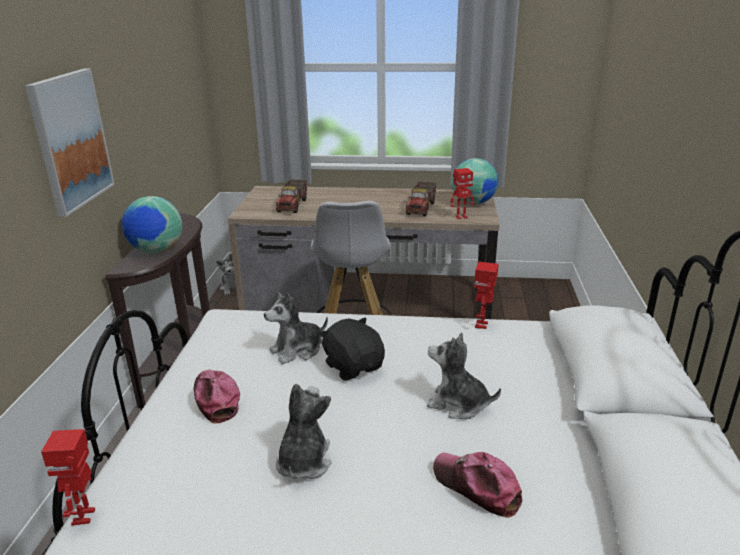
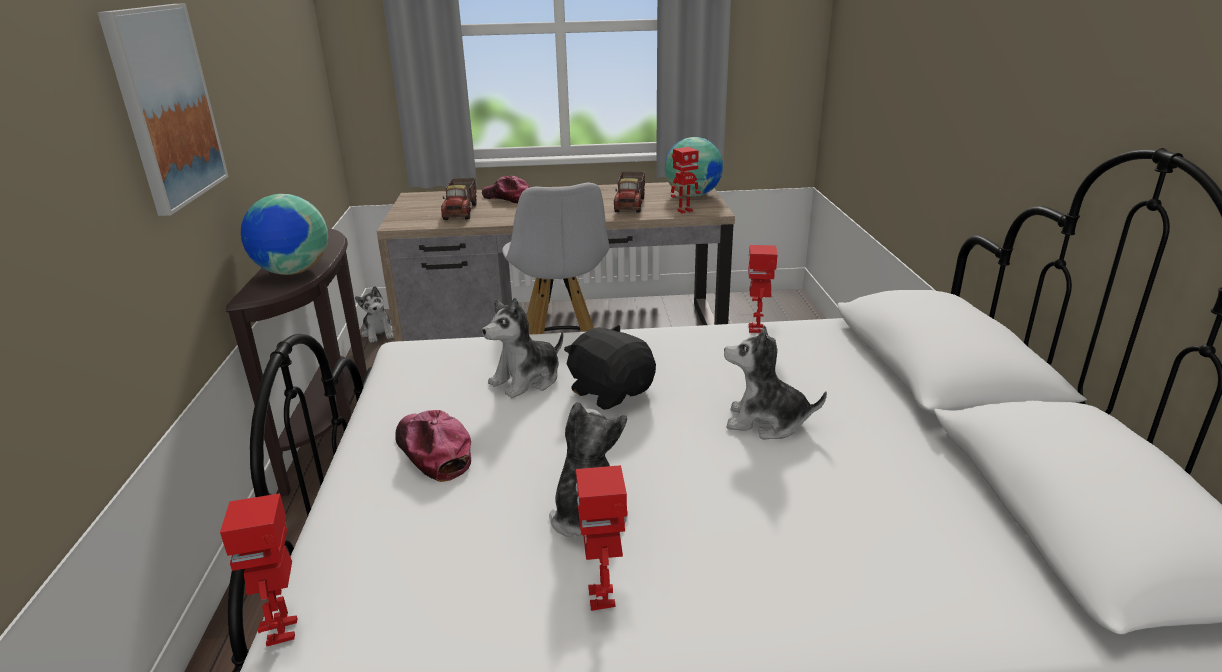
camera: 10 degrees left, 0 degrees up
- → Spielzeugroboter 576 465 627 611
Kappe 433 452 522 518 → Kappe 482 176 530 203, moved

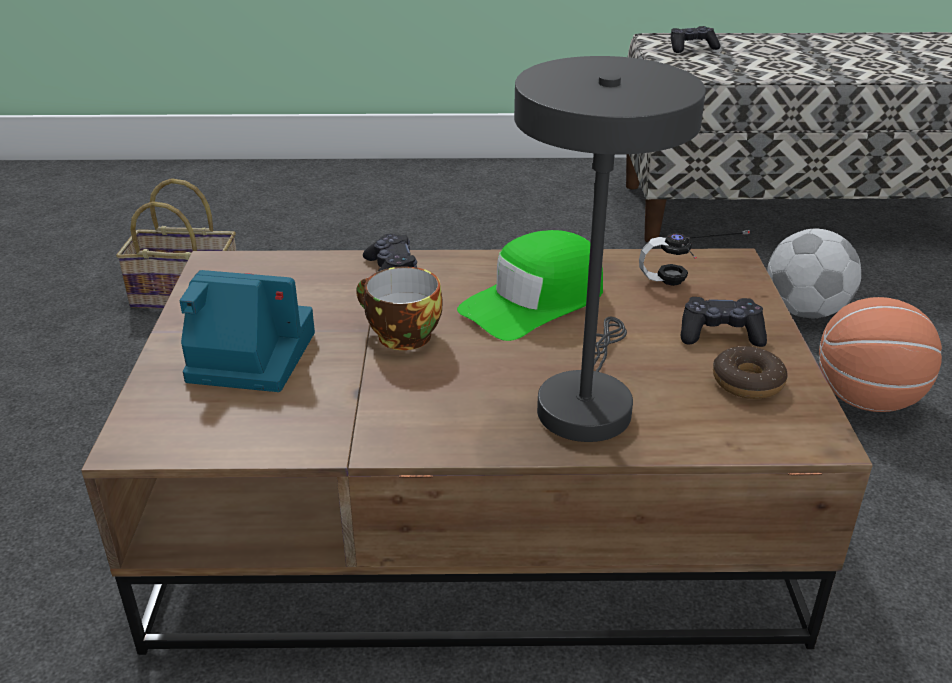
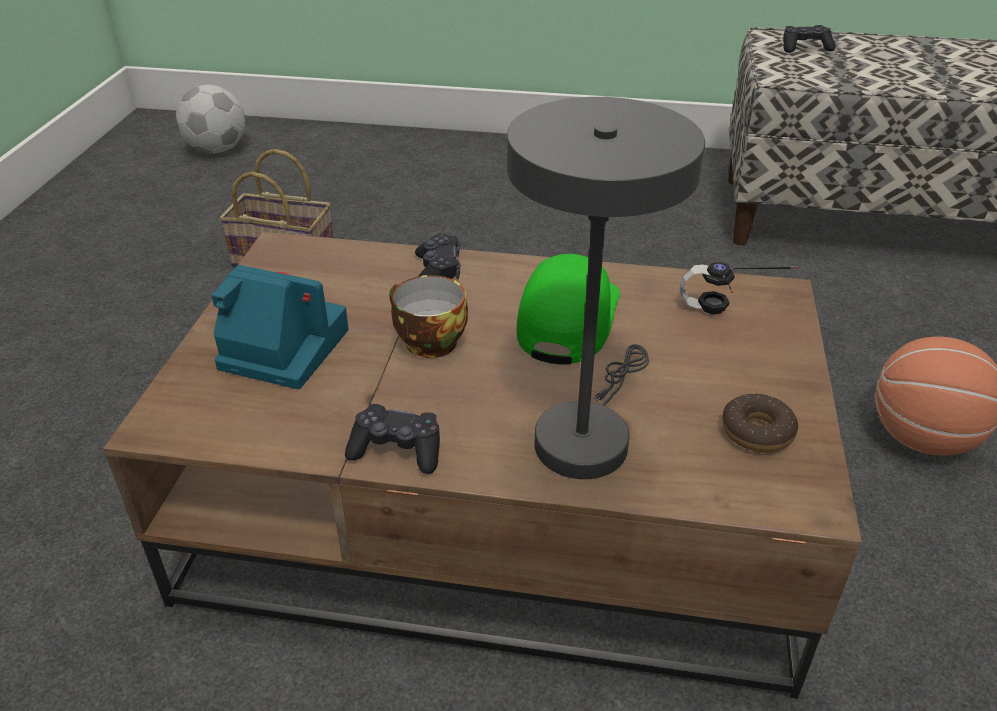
camera: 10 degrees right, 5 degrees up
Gamepad [schwarz] 681 297 767 347 → Gamepad [schwarz] 345 404 440 474, moved
Fußball 767 228 861 318 → Fußball 176 85 245 154, moved
Kappe [grün] 457 230 603 341 → Kappe [grün] 517 254 620 365, 135 degrees clockwise

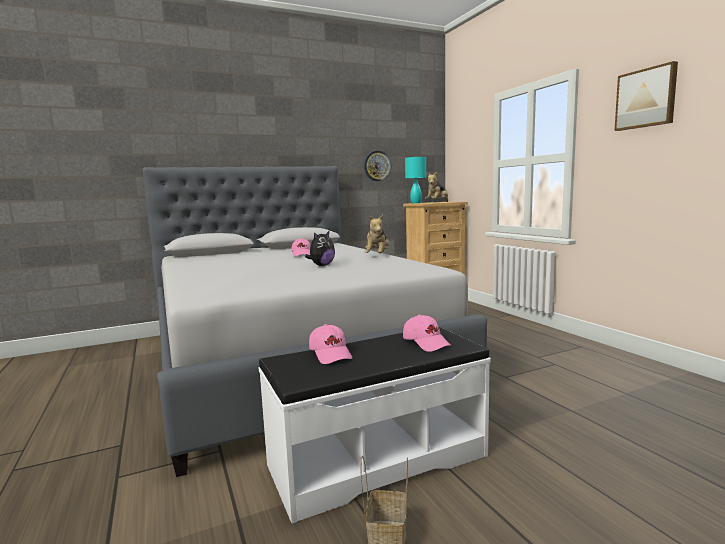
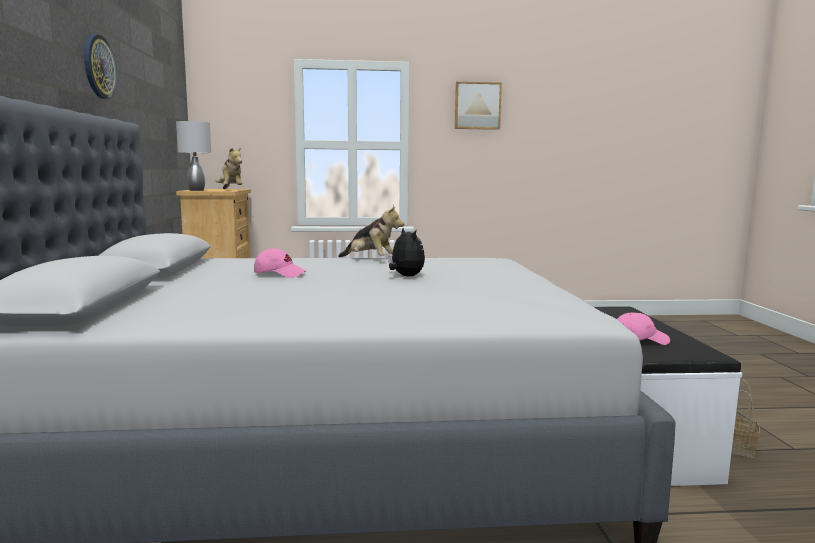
camera: 70 degrees left, 0 degrees up
Kappe [rosa] 403 315 451 352 → -
Wanduhr 364 151 391 181 → Wanduhr 84 34 117 99, moved
Tischlampe [türkis] 405 157 426 203 → Tischlampe [grau] 176 121 211 191

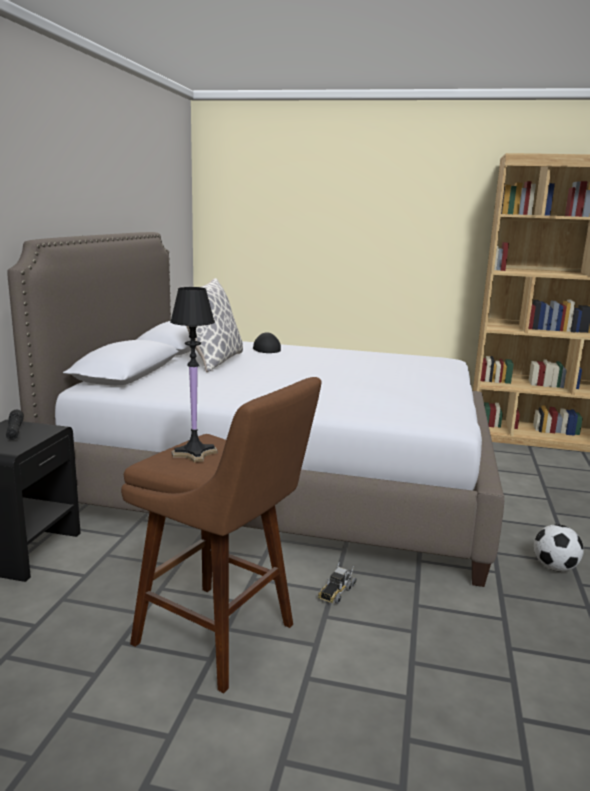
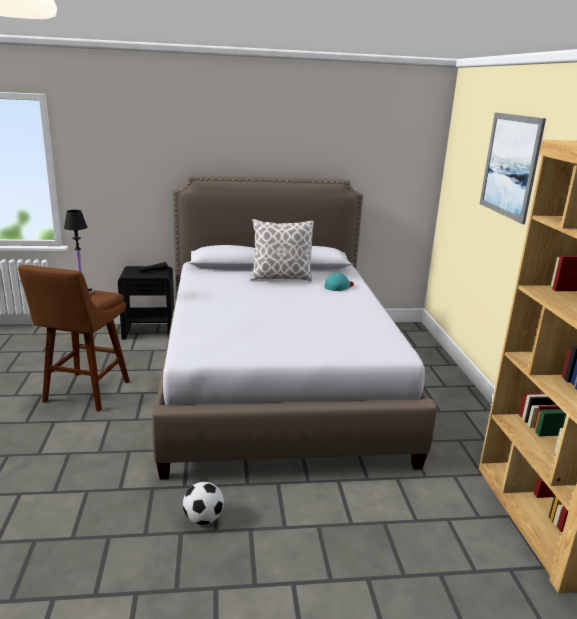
camera: 70 degrees right, 5 degrees up
Spielzeuglaster 318 562 357 604 → -
- → Bild 480 113 546 224
Kappe [schwarz] 253 332 281 353 → Kappe [türkis] 324 273 354 291

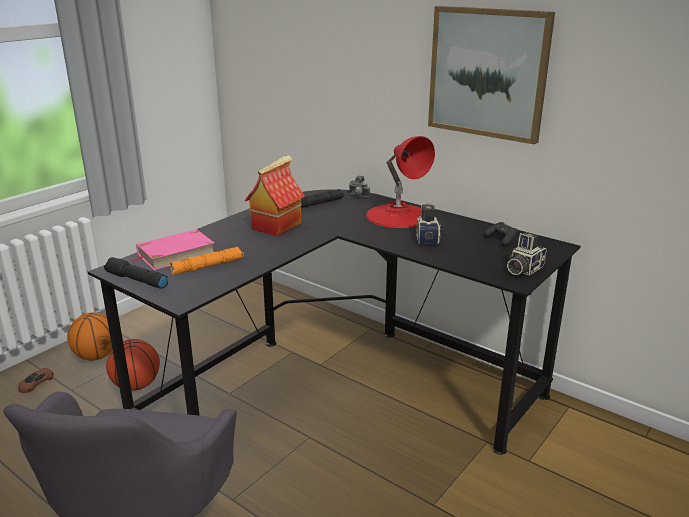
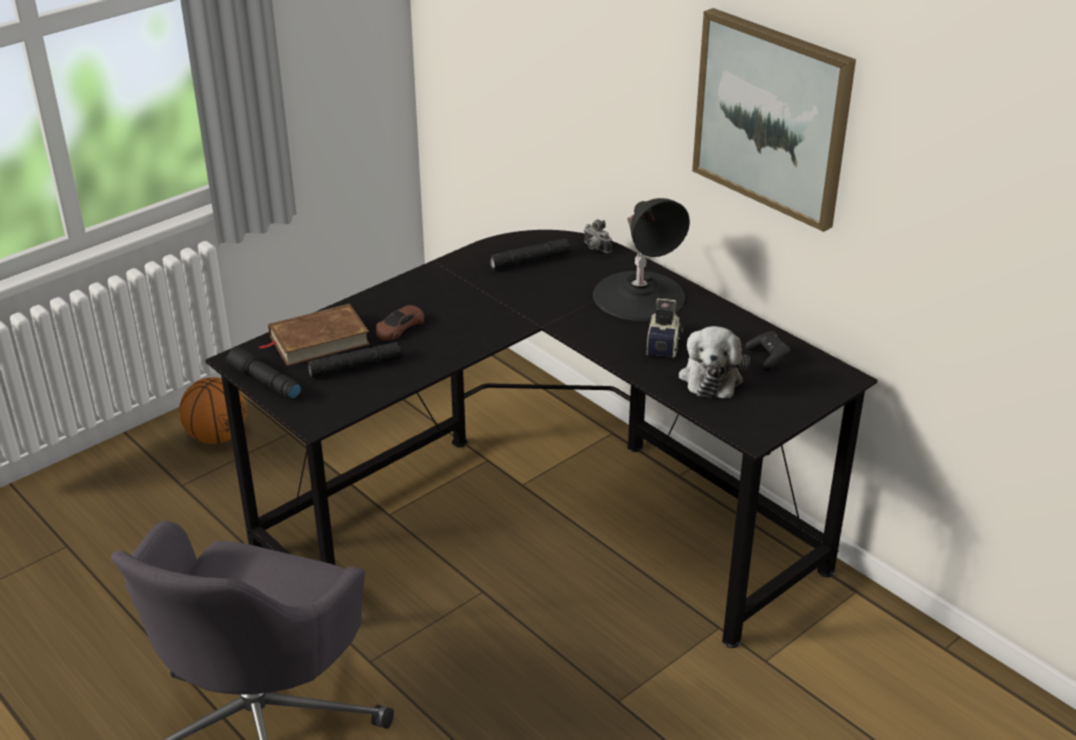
camera: 10 degrees right, 10 degrees up
Basketball 106 339 160 391 → -
Spielzeughaus 245 155 305 236 → -
Kamera 507 232 546 276 → -
- → Plüschtier 679 326 750 398
Spielzeugauto [braun] 18 368 54 393 → Spielzeugauto [braun] 376 305 424 341, moved
Buch [rosa] 131 229 214 270 → Buch [braun] 258 304 370 366
Taschenlampe [orange] 170 247 244 275 → Taschenlampe [schwarz] 307 342 404 377
Tischlampe [rot] 366 136 435 228 → Tischlampe [schwarz] 593 198 690 321

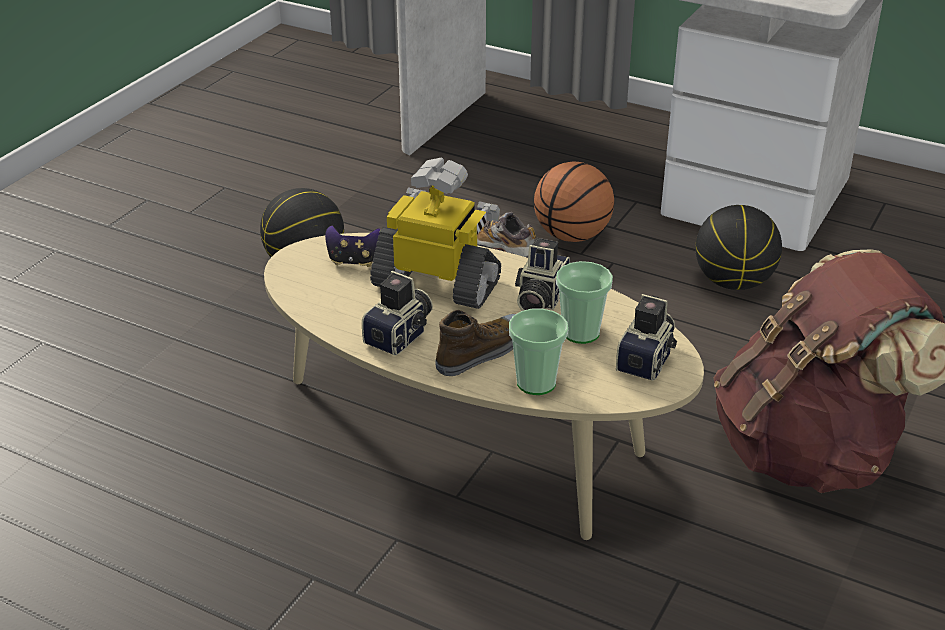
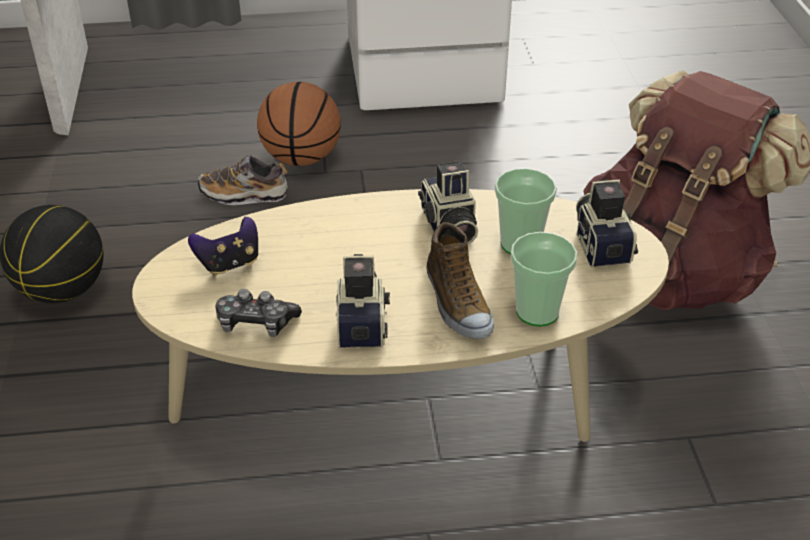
camera: 35 degrees left, 5 degrees up
Spielzeugroboter 370 158 501 309 → -
Basketball 695 205 782 290 → -
- → Gamepad 215 289 302 337
Schuh 436 310 516 376 → Schuh 427 222 494 339, 150 degrees clockwise

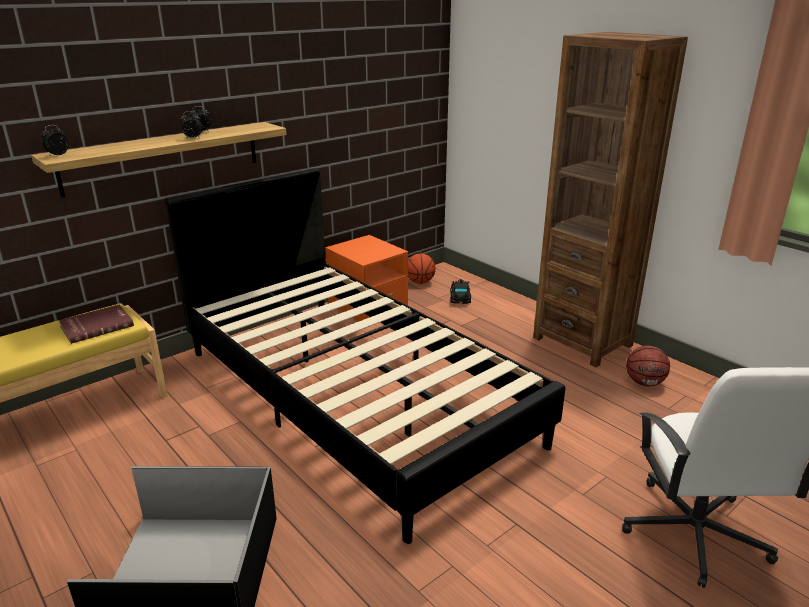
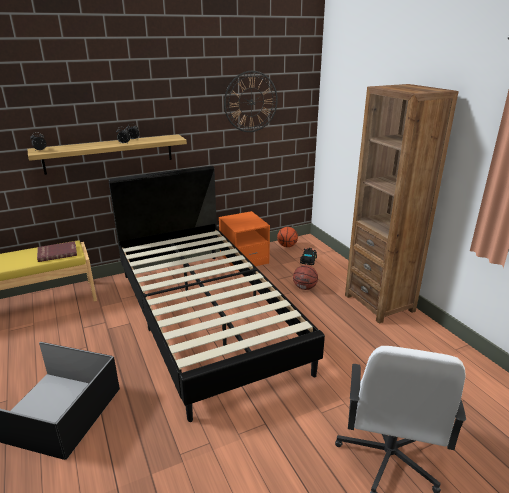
camera: 15 degrees right, 0 degrees up
- → Wanduhr 224 71 278 132
Basketball 626 346 670 386 → Basketball 293 265 318 290, moved

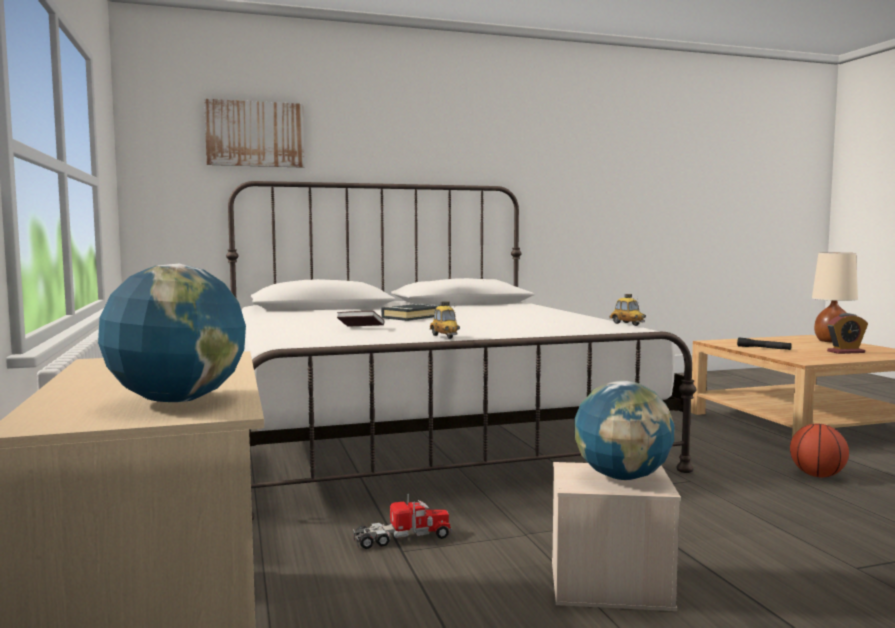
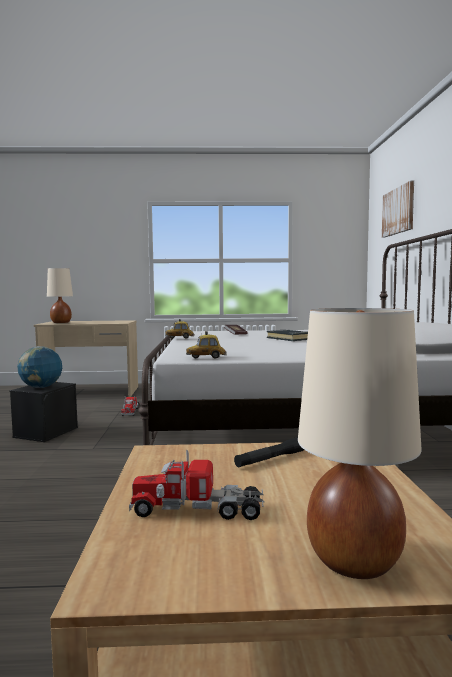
camera: 105 degrees right, 0 degrees up
Basketball 790 423 849 477 → -
Globus 98 264 246 402 → Tischlampe [beige] 47 268 73 323
Wecker 827 313 868 354 → Spielzeuglaster 129 450 264 520
Aufbewahrungsbox [beige] 552 462 681 611 → Aufbewahrungsbox [schwarz] 10 382 78 442

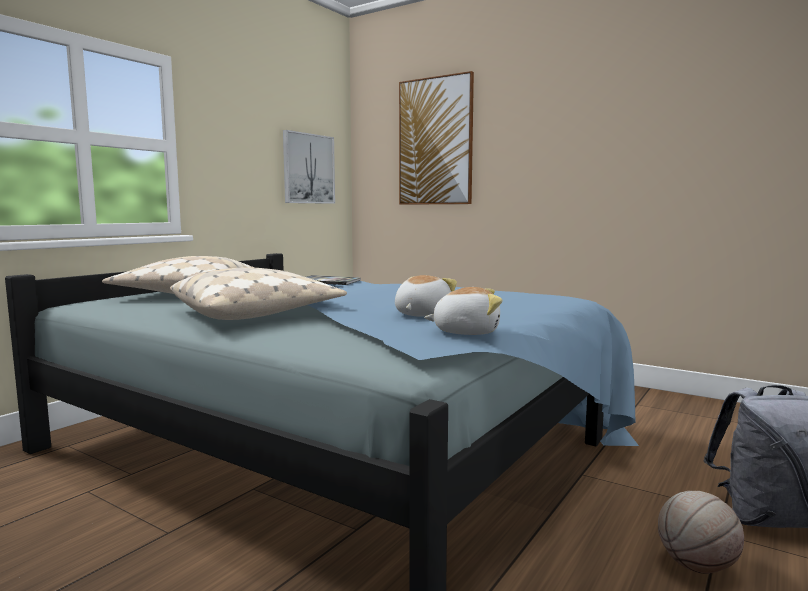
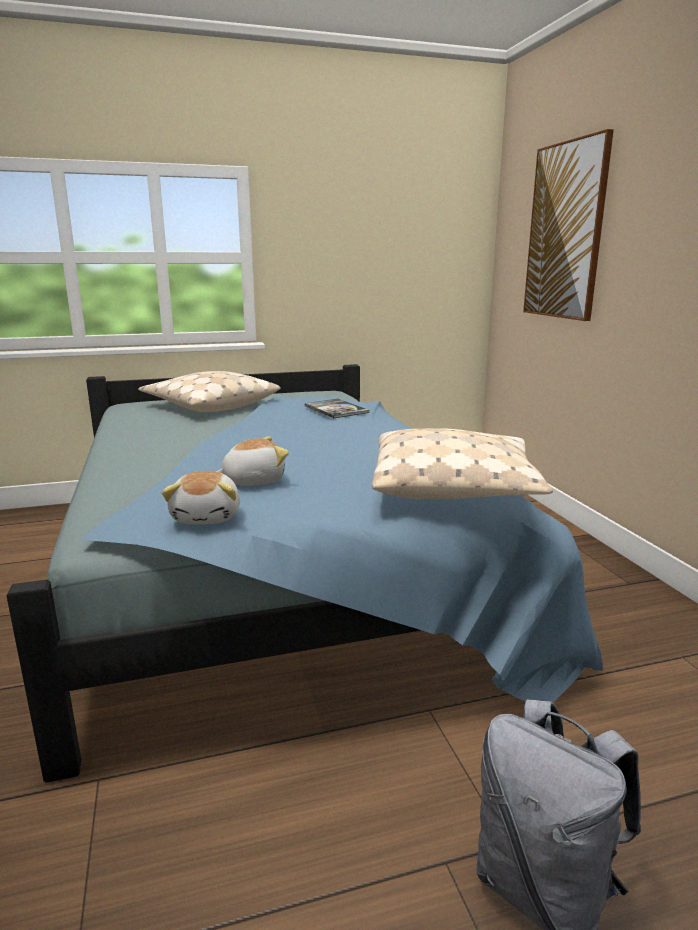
camera: 40 degrees right, 10 degrees up
Bild 283 130 335 204 → -
Basketball 658 491 744 574 → -
Kissen [beige] 170 267 347 320 → Kissen [beige] 372 428 553 499, moved
Plüschtier 424 287 503 335 → Plüschtier 162 471 240 524, 45 degrees clockwise

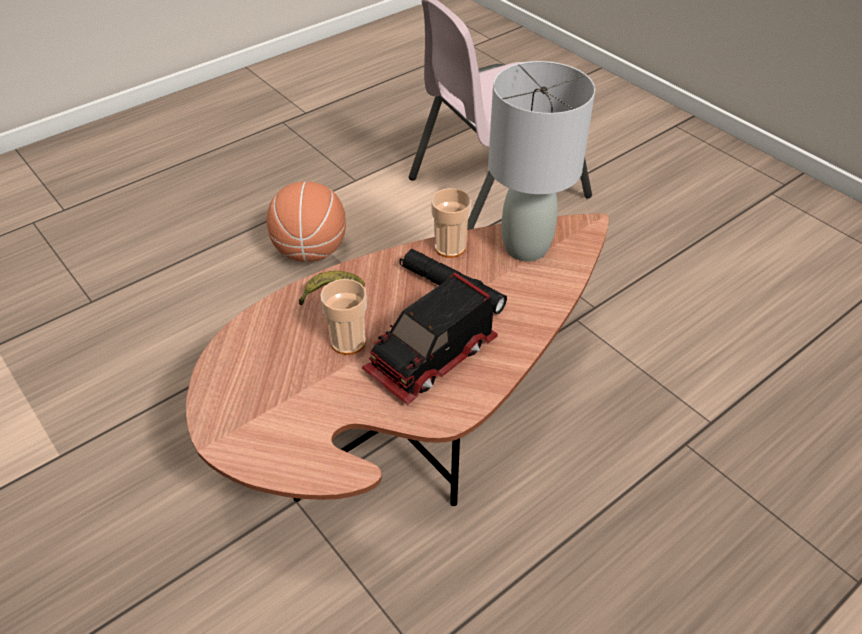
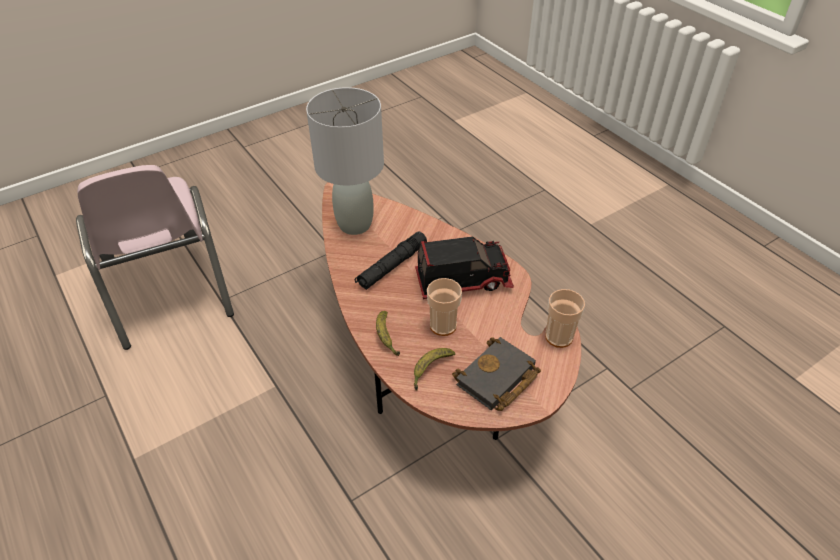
camera: 85 degrees left, 0 degrees up
Basketball 267 181 346 262 → -
- → Banane 414 348 455 391
- → Buch [schwarz] 452 337 541 411
Tasse 431 188 471 258 → Tasse 545 289 585 348, moved
Spielzeuglaster 362 273 498 405 → Spielzeuglaster 415 236 514 299, 60 degrees counterclockwise

